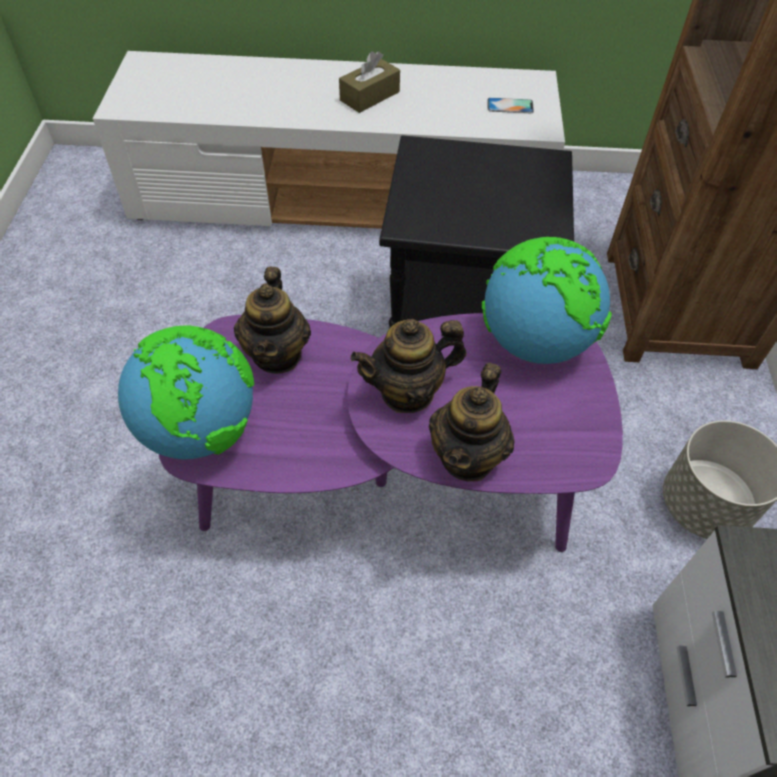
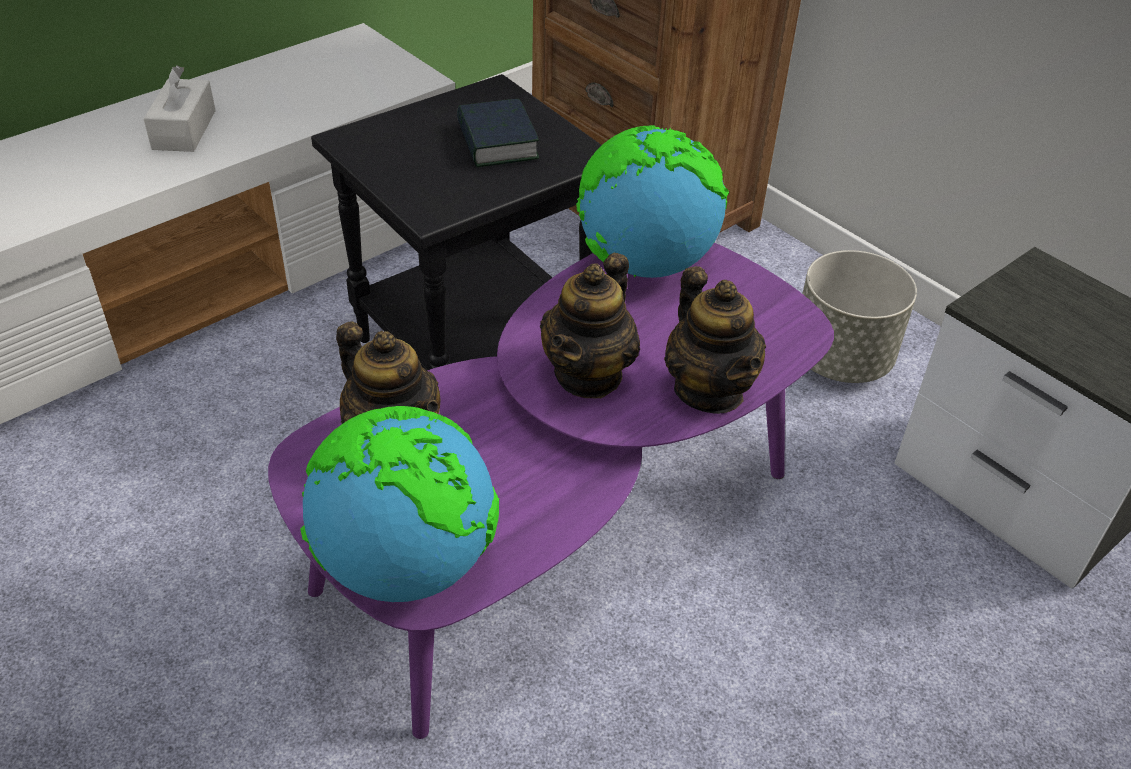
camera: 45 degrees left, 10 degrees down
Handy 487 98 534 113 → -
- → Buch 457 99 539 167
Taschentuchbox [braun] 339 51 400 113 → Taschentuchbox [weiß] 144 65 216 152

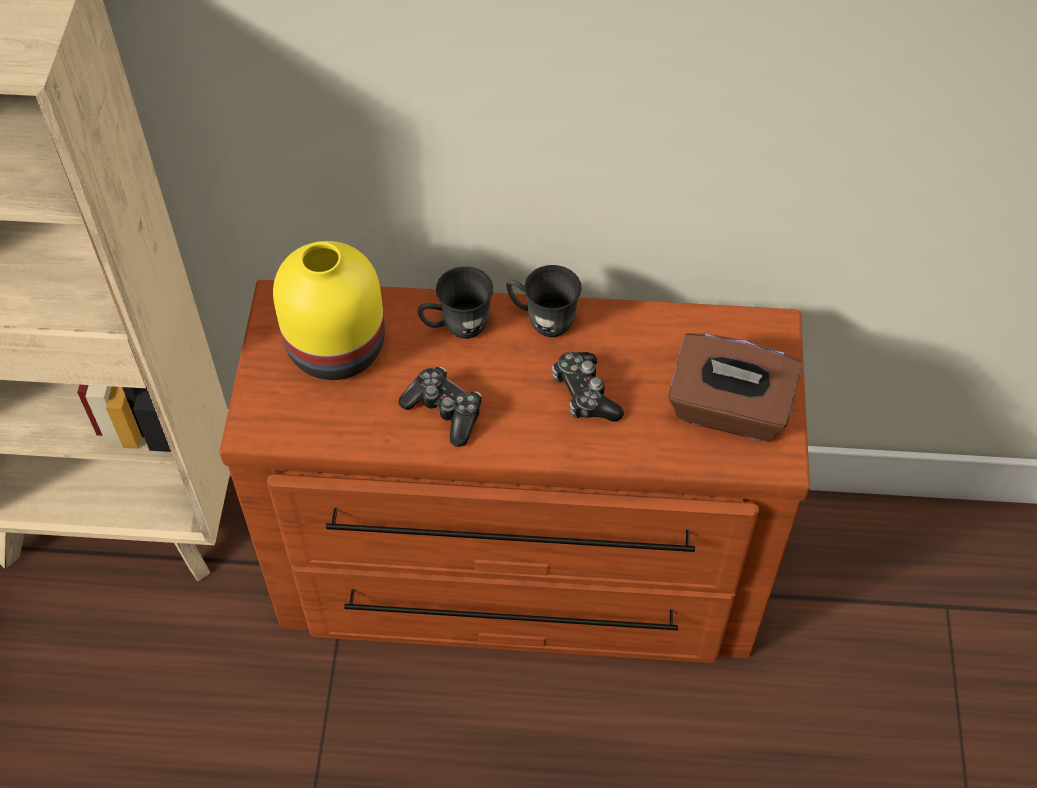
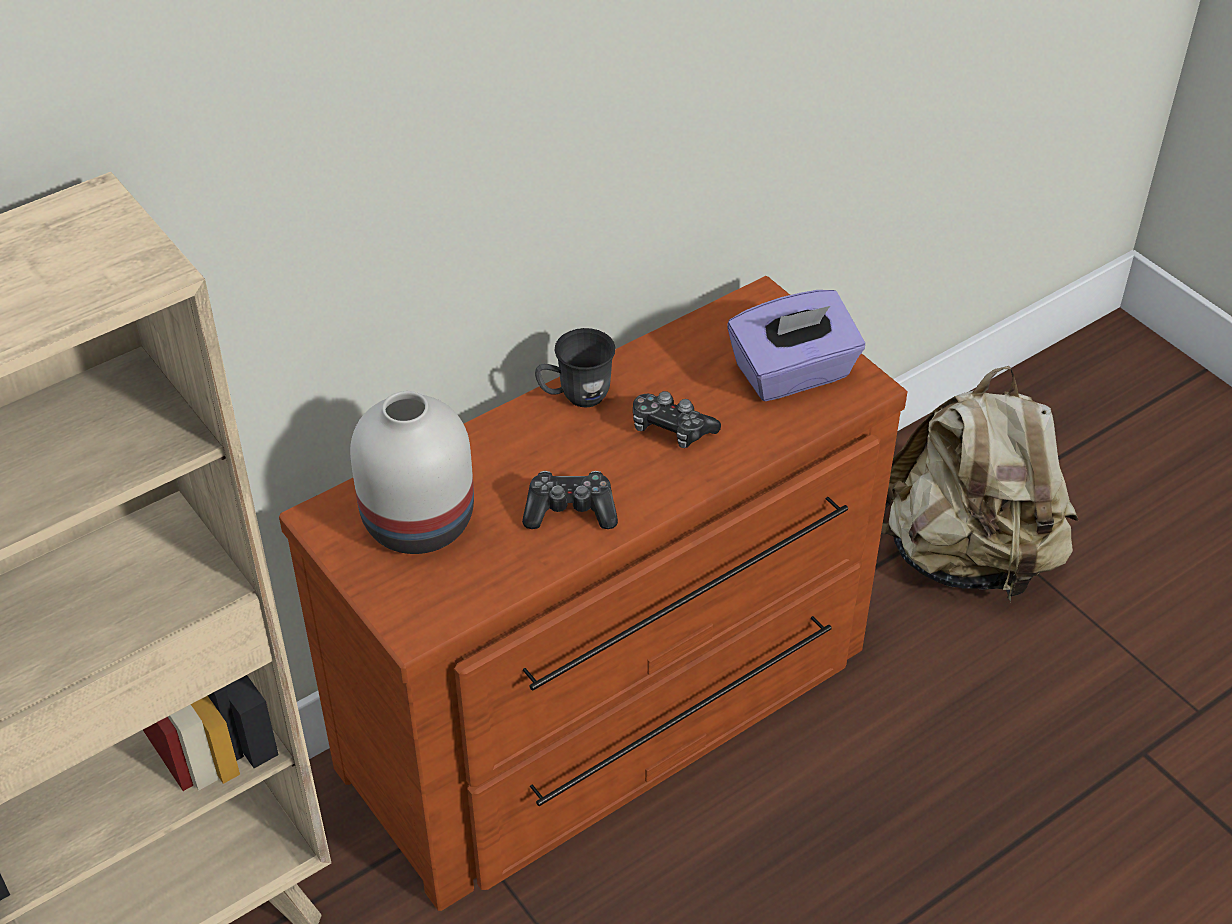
camera: 40 degrees left, 10 degrees down
Henkelbecher [grau] 418 266 493 339 → -
- → Rucksack [beige] 881 366 1079 603
Vase [gelb] 273 241 385 380 → Vase [weiß] 350 391 474 554
Taschentuchbox [braun] 668 333 803 441 → Taschentuchbox [lila] 727 290 865 401

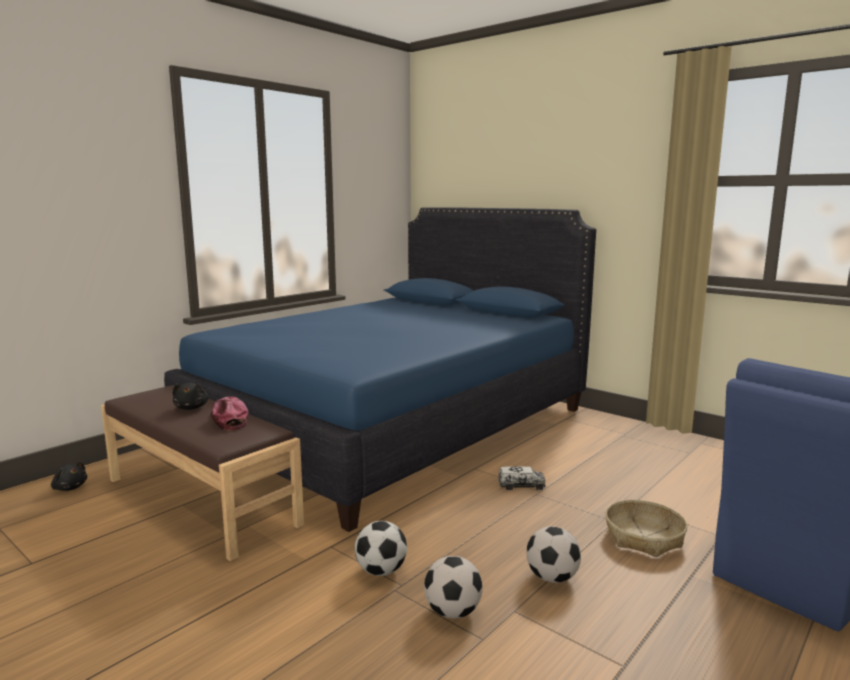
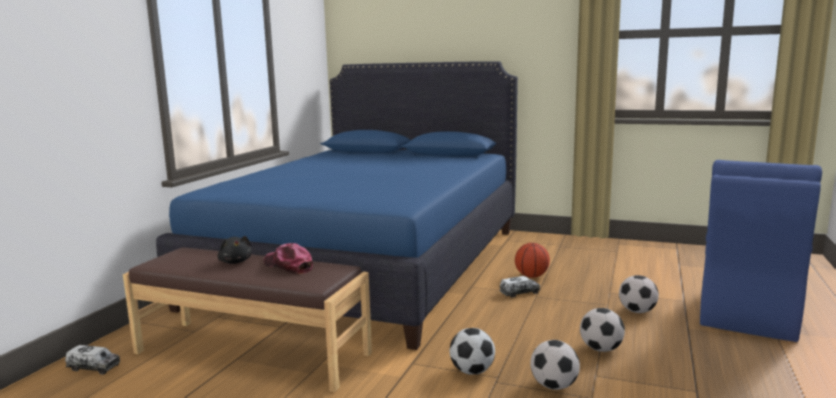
camera: 20 degrees left, 0 degrees up
- → Basketball 515 243 550 278
Plüschtier [schwarz] 51 462 87 491 → Spielzeuglaster 65 345 120 374
Korb 605 500 687 557 → Fußball 619 275 659 313

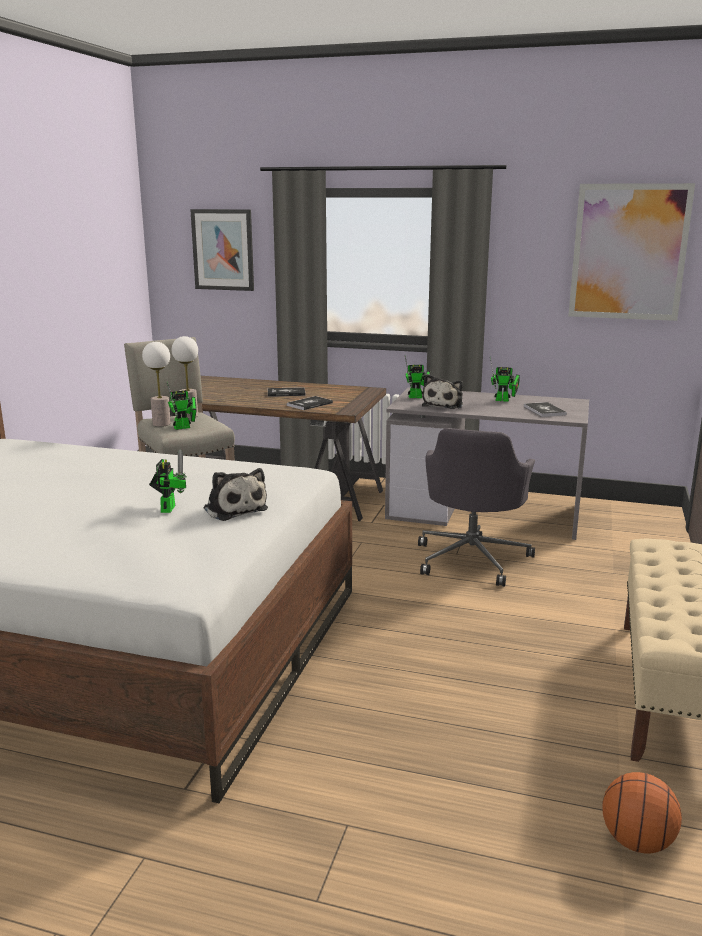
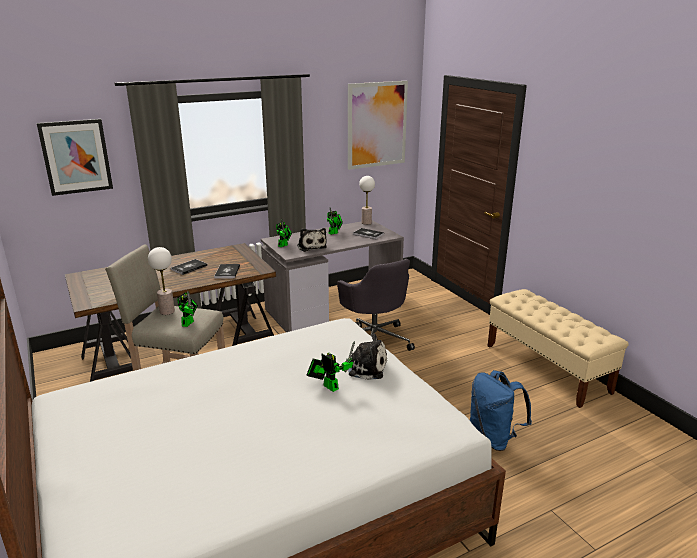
camera: 45 degrees left, 5 degrees up
Basketball 603 772 682 853 → -
- → Rucksack [blau] 470 370 532 451
Tischlampe 142 342 171 427 → Tischlampe 359 176 375 225, moved

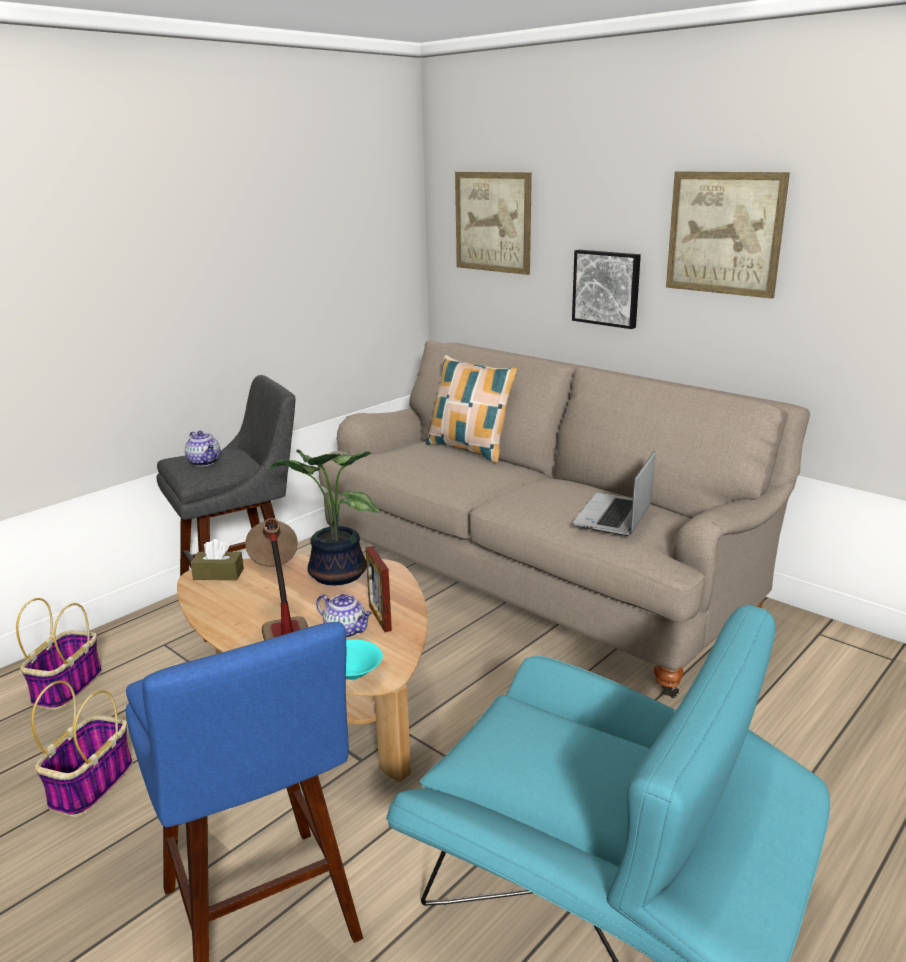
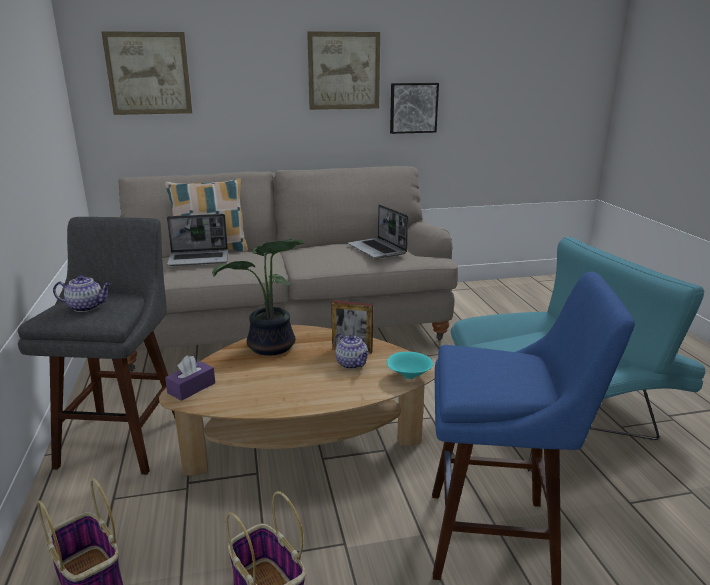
camera: 55 degrees left, 0 degrees up
Tischlampe 245 518 308 640 → -
- → Laptop 167 214 228 266
Bild 572 250 641 329 → Bild 390 83 439 134, moved
Taschentuchbox [braun] 191 539 244 580 → Taschentuchbox [lila] 165 355 215 401
Teekanne 316 594 372 638 → Teekanne 335 333 369 369, 75 degrees clockwise

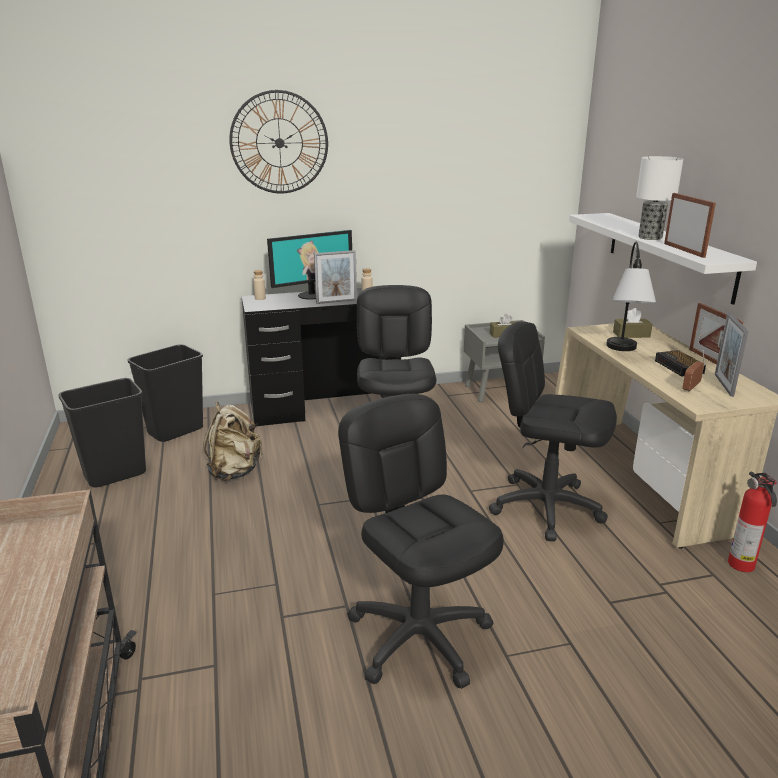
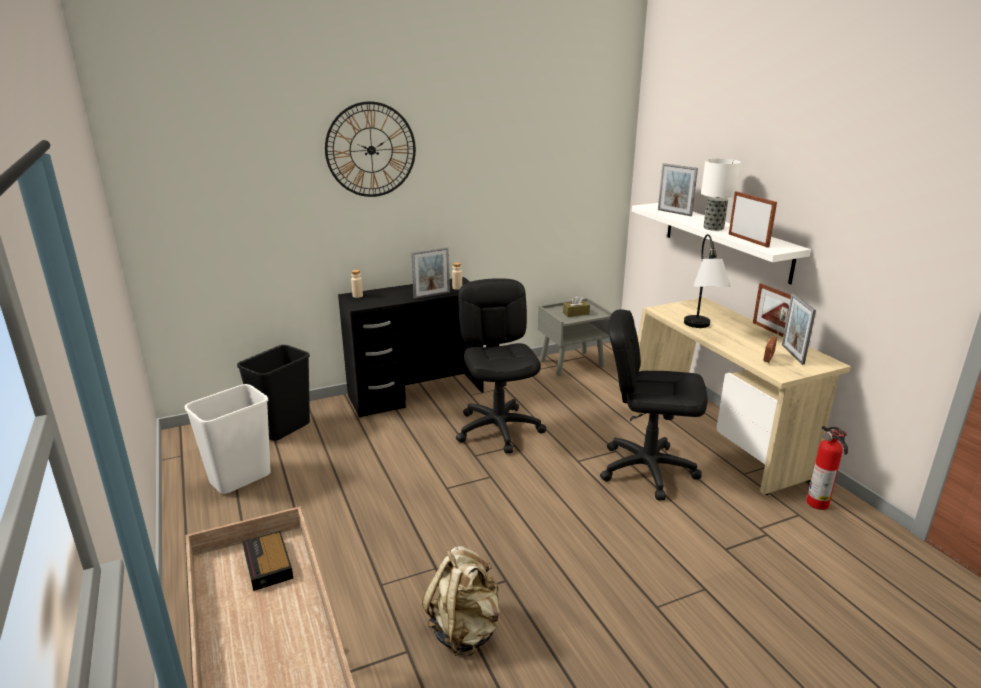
camera: 10 degrees left, 0 degrees up
Monitor 267 230 352 300 → -
Bürostuhl [schwarz] 338 394 504 689 → -
Taschentuchbox [braun] 613 308 653 338 → -
- → Bilderrahmen 658 163 698 216
Rucksack [beige] 203 402 263 481 → Rucksack [beige] 422 546 500 656, moved
Wecker 655 350 706 376 → Wecker 243 531 294 591, moved
Mülleimer [schwarz] 59 378 146 488 → Mülleimer [weiß] 185 384 271 494

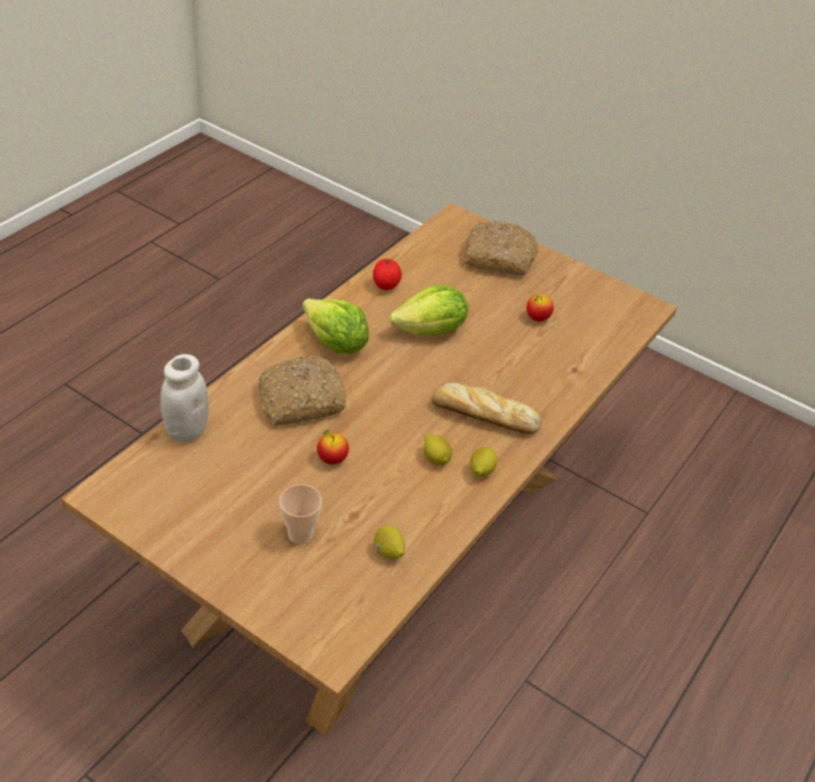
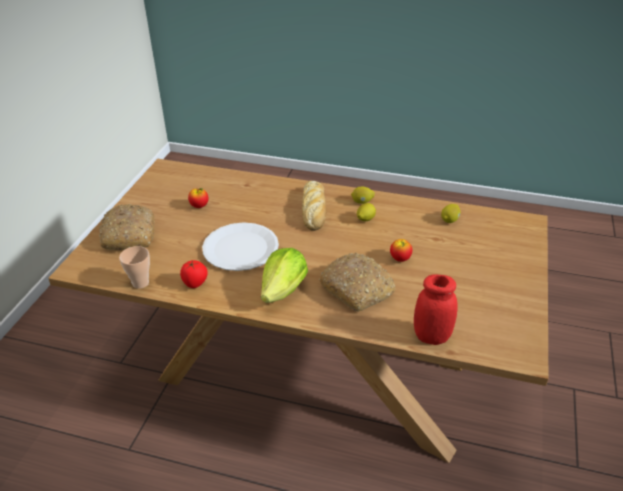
camera: 105 degrees left, 5 degrees down
Tasse 279 484 322 544 → Tasse 119 246 150 289, moved
Salatkopf 389 285 468 336 → Teller [weiß] 202 222 279 271
Vorratsglas [weiß] 160 354 209 442 → Vorratsglas [rot] 414 274 457 345

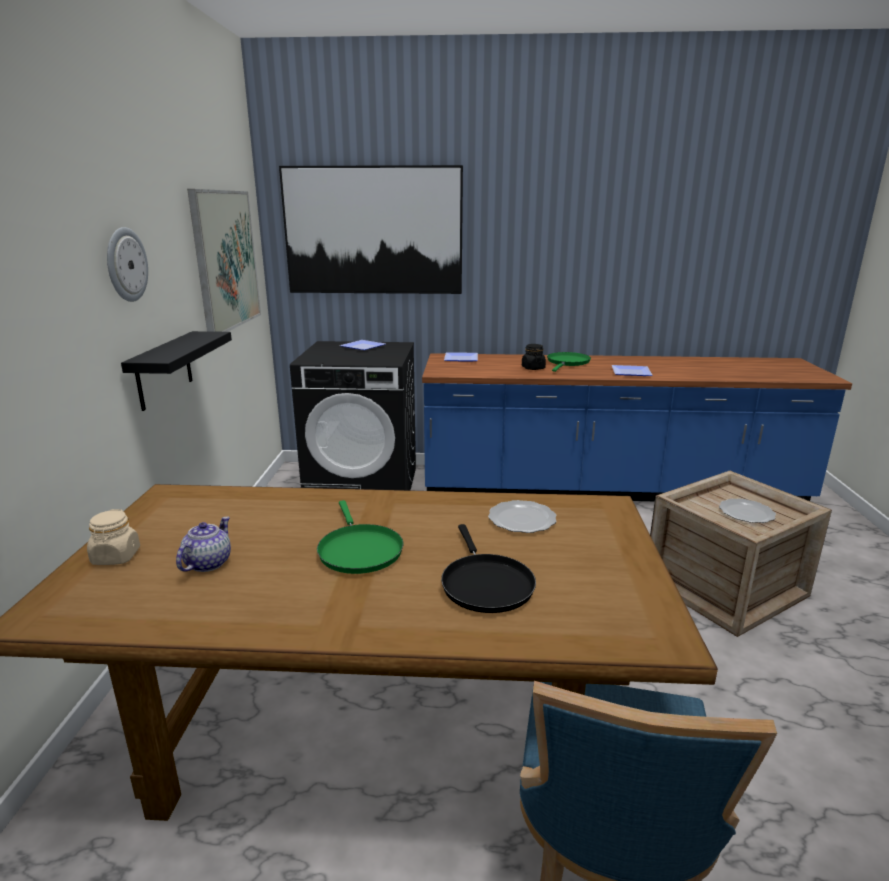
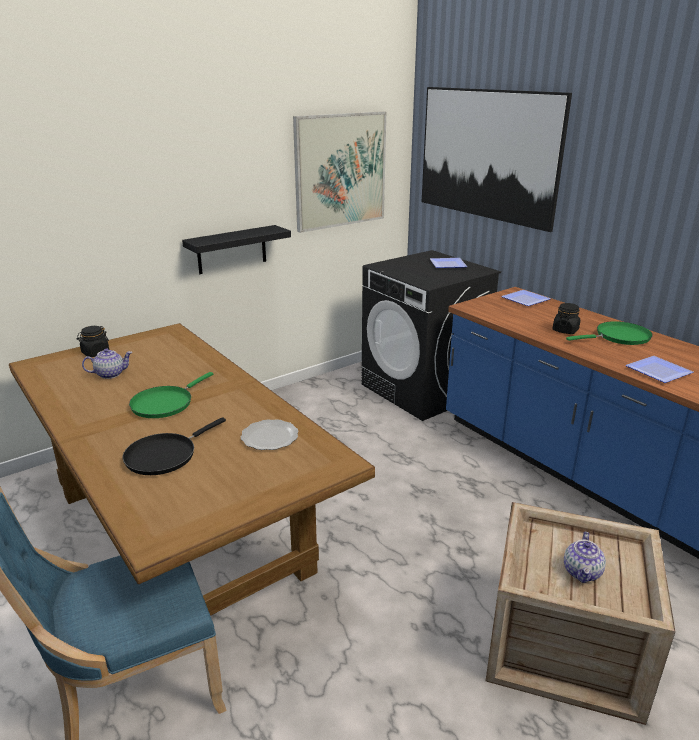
camera: 50 degrees right, 5 degrees up
Wanduhr 107 227 148 302 → -
Teller 719 499 776 523 → Teekanne 564 532 606 583
Vorratsglas [beige] 87 509 140 565 → Vorratsglas [schwarz] 77 326 109 357

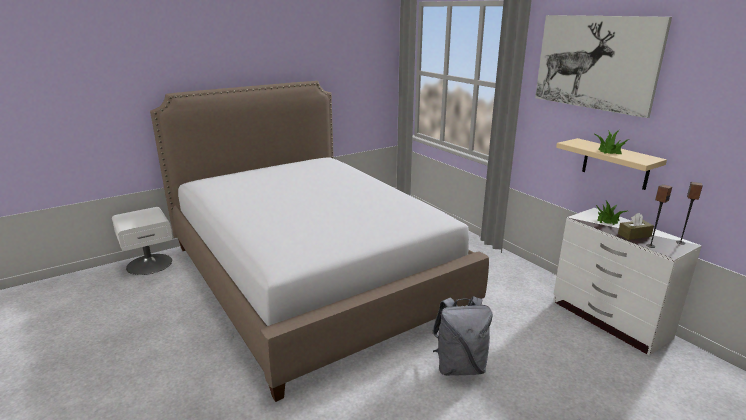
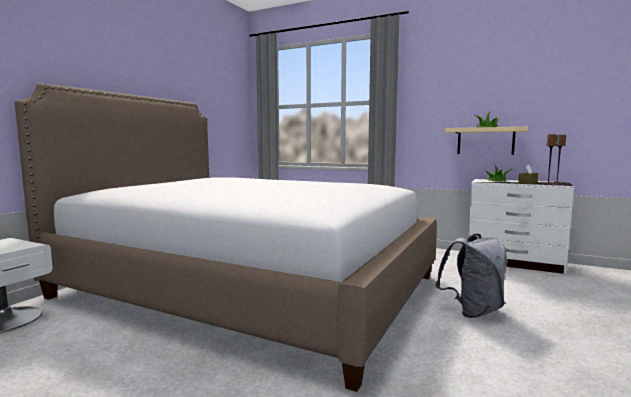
camera: 30 degrees left, 15 degrees down
Bild 535 15 672 118 → -

